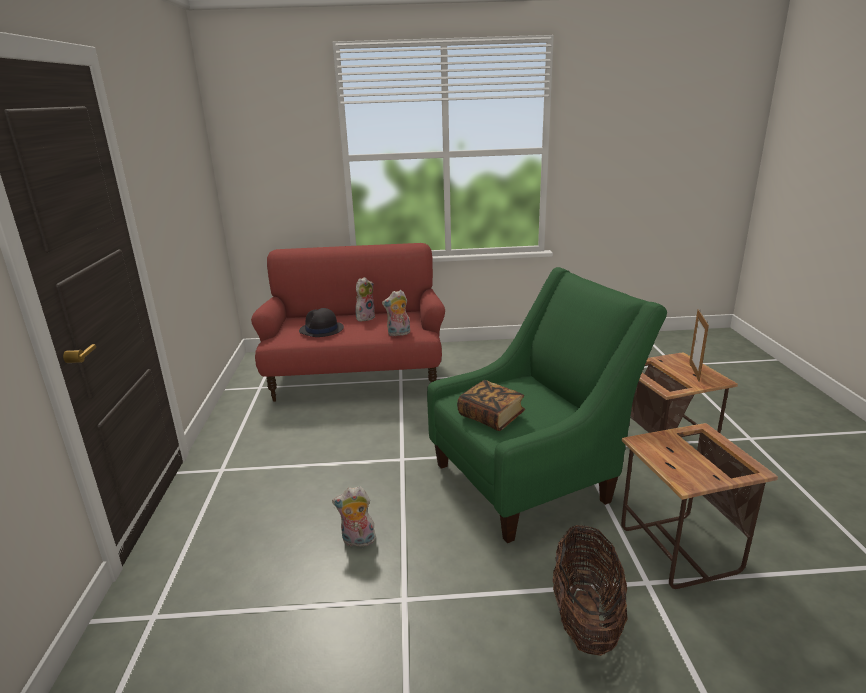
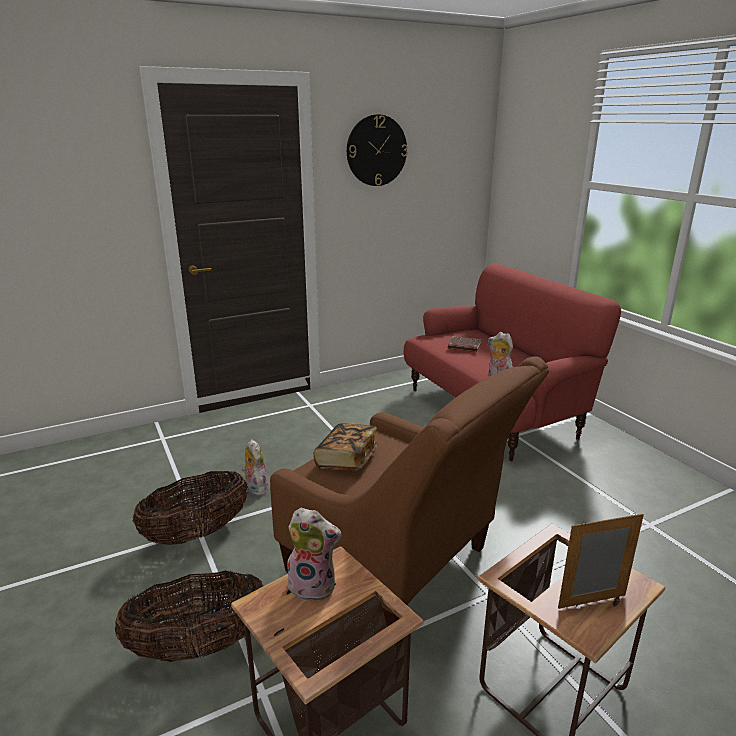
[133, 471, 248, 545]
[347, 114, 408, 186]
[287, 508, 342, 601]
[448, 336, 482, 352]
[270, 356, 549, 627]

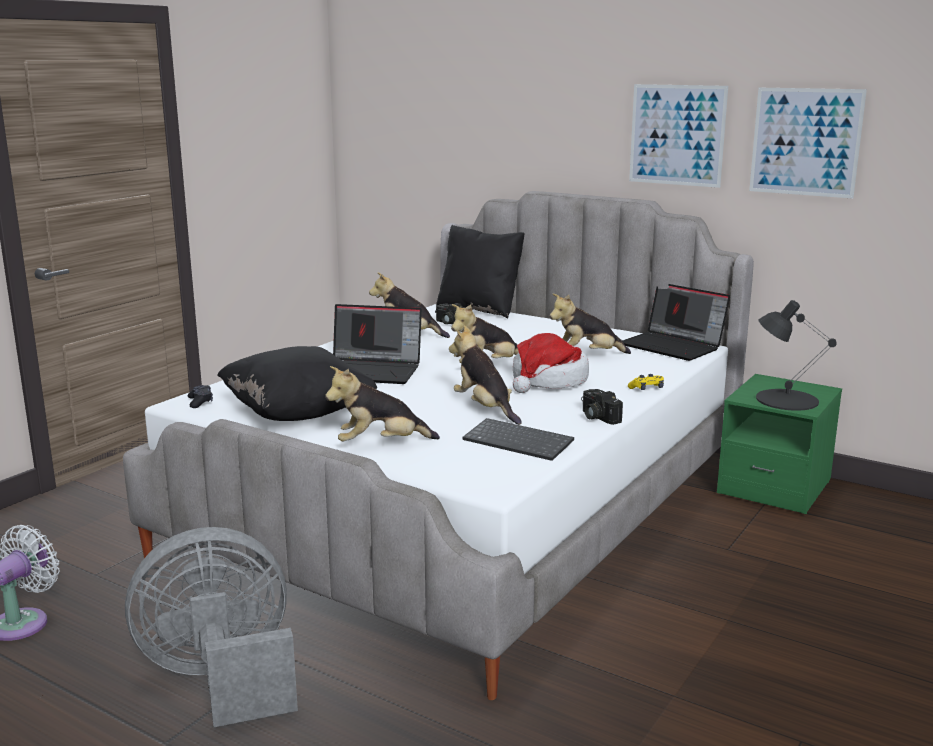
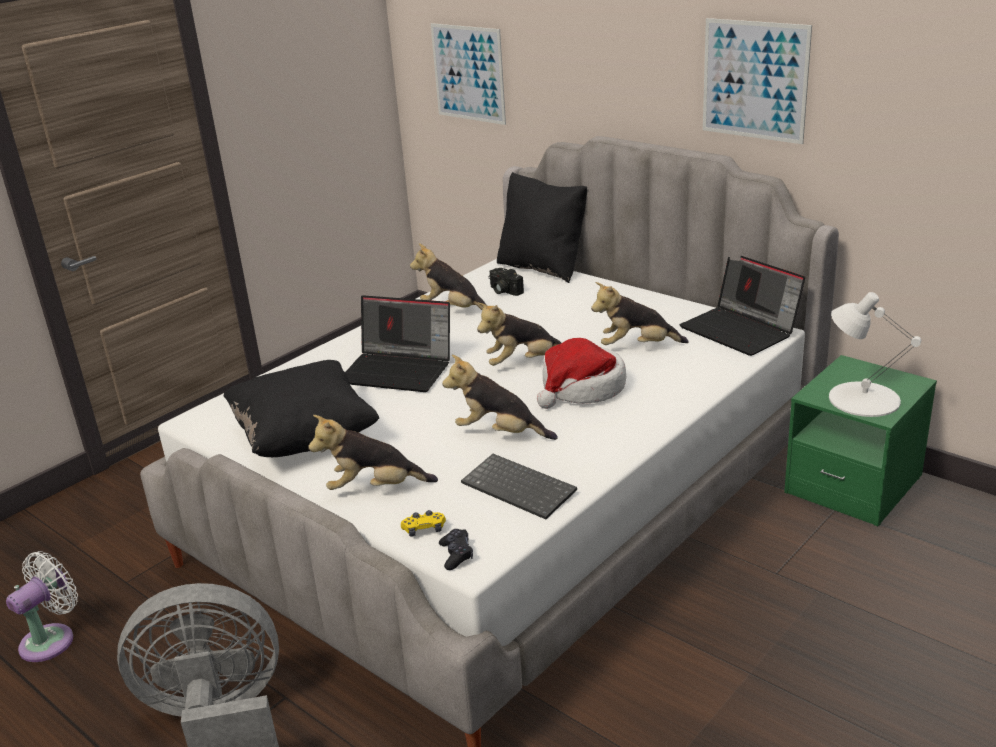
[581, 389, 623, 425] (first image)
[439, 529, 473, 570]
[401, 510, 446, 536]
[431, 23, 506, 125]
[829, 292, 921, 417]
[442, 354, 558, 440]

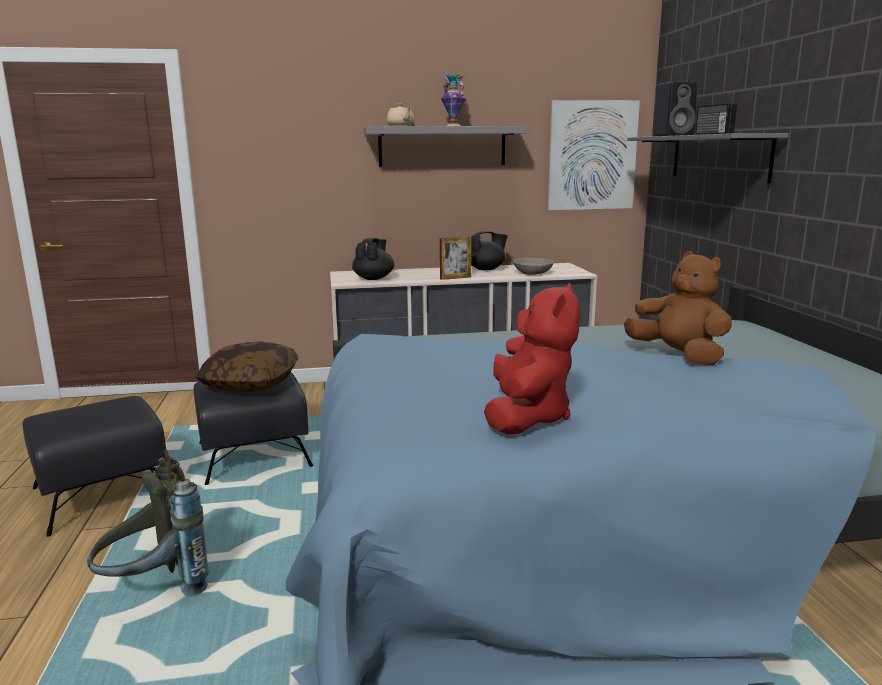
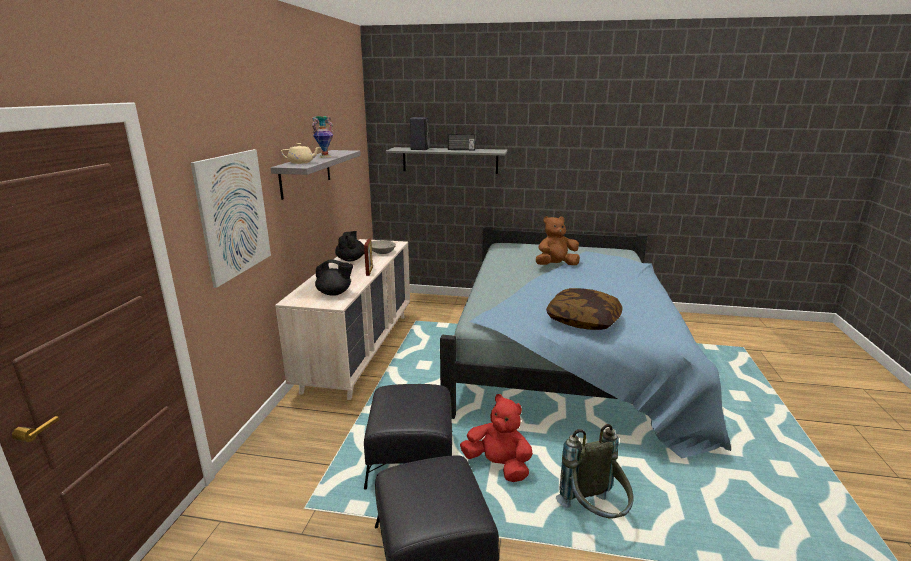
[546, 288, 623, 330]
[460, 394, 533, 482]
[191, 149, 271, 288]
[315, 259, 353, 296]

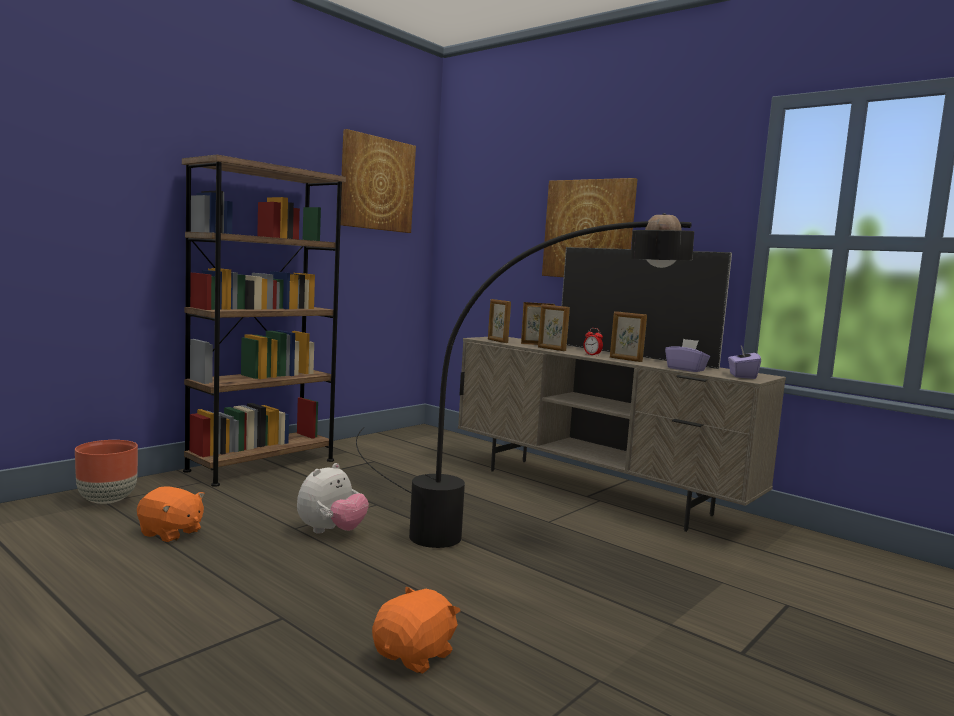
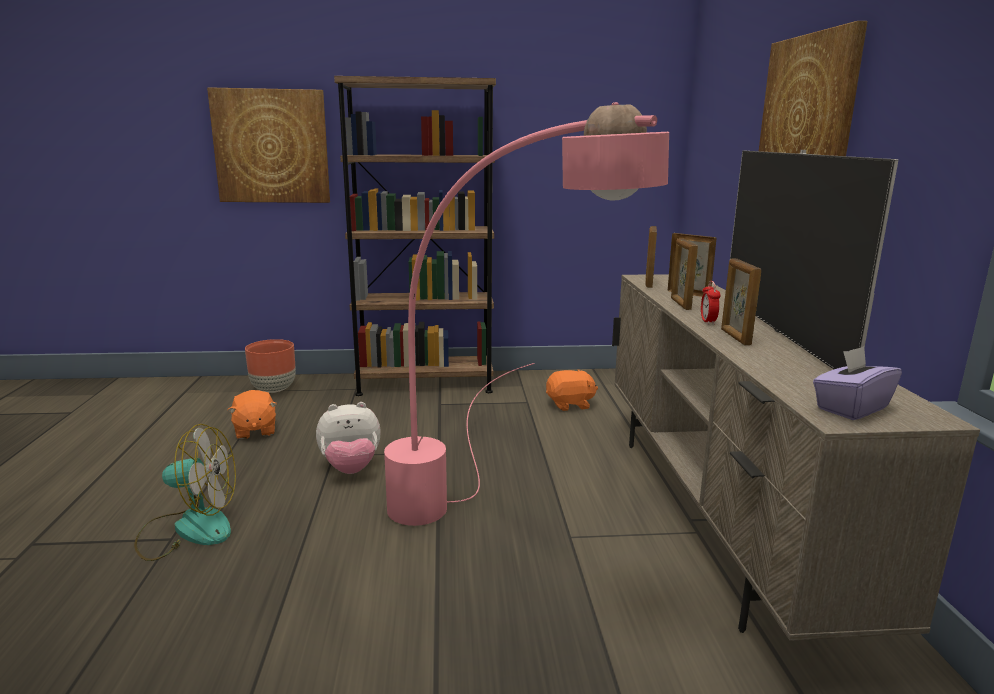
[665, 339, 710, 372] (first image)
[134, 424, 236, 561]
[207, 87, 330, 203]
[546, 369, 598, 411]
[384, 102, 669, 526]

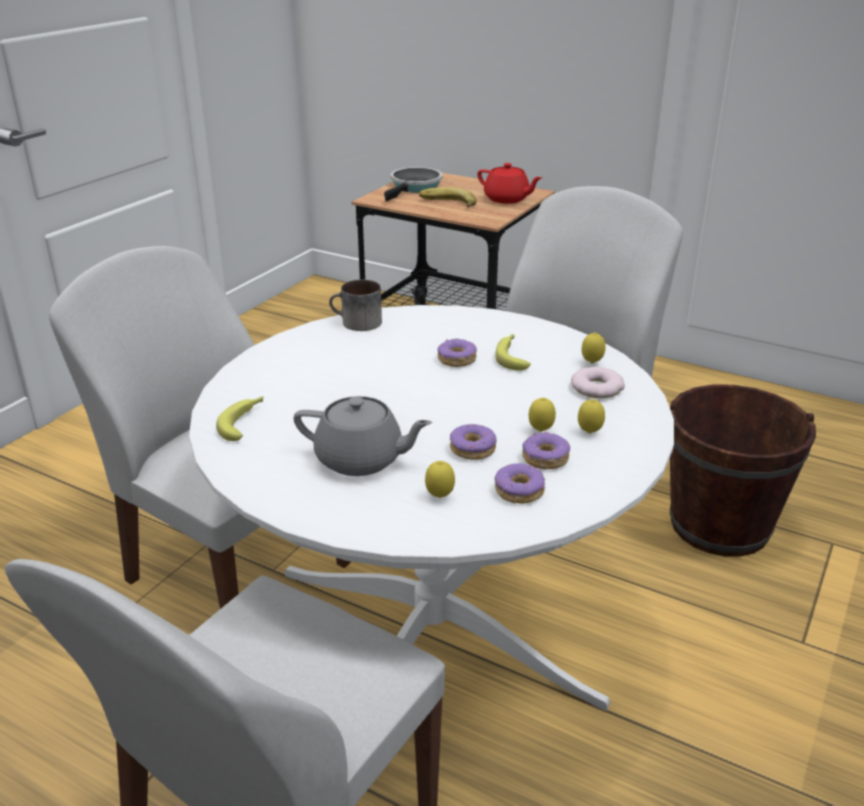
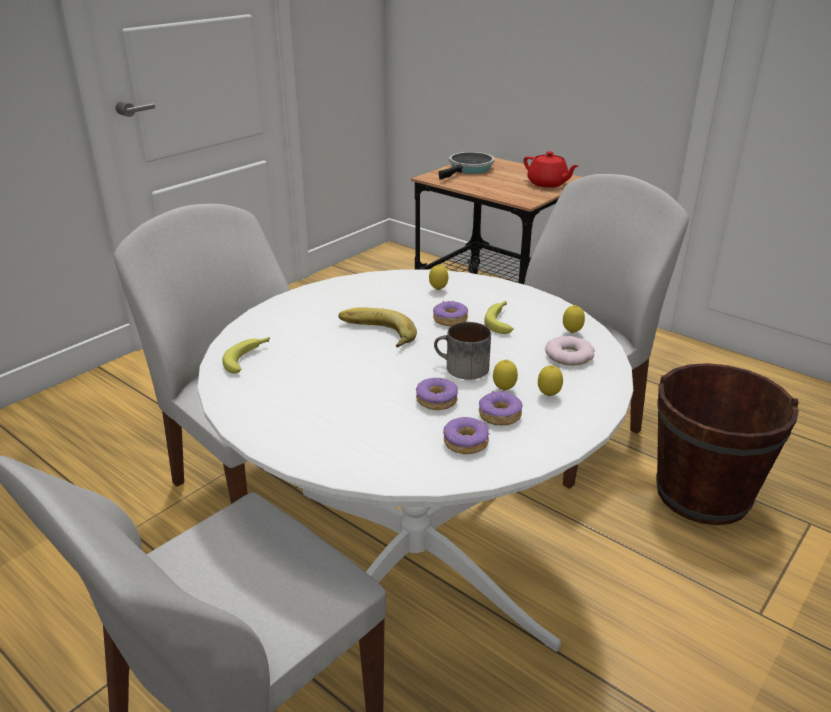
[293, 396, 432, 476] (first image)
[434, 322, 491, 380]
[339, 307, 417, 348]
[429, 264, 448, 290]

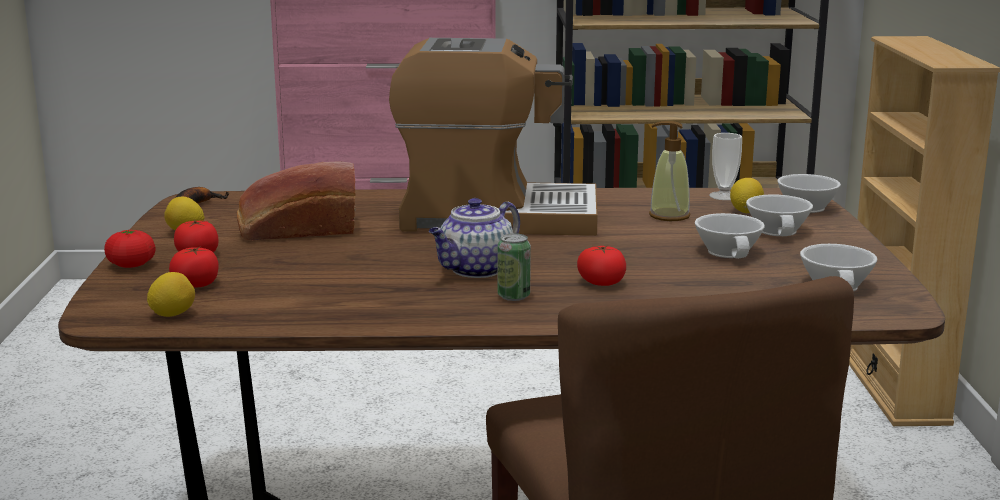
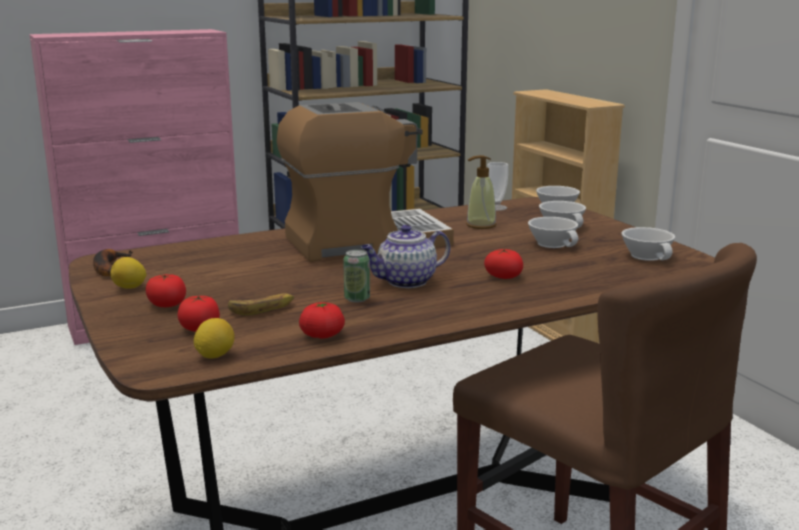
[237, 162, 356, 241] (first image)
[730, 178, 764, 213] (first image)
[228, 293, 294, 316]
[299, 302, 345, 339]
[343, 249, 370, 303]
[361, 225, 450, 288]

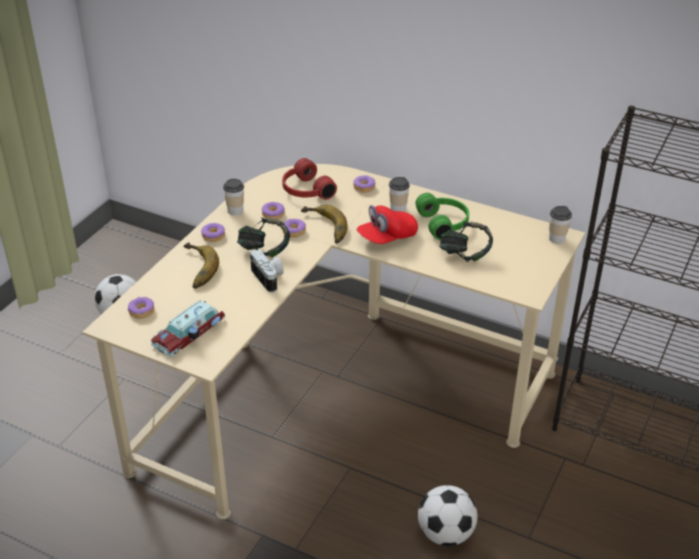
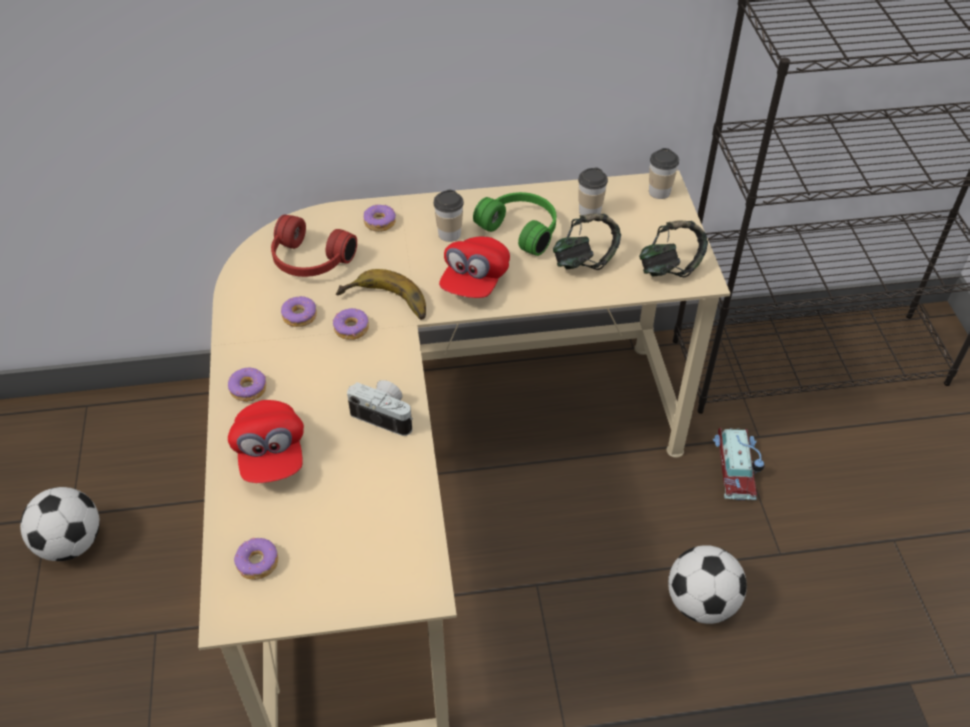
[712, 428, 765, 500]
[578, 168, 608, 215]
[639, 220, 708, 277]
[228, 400, 304, 483]

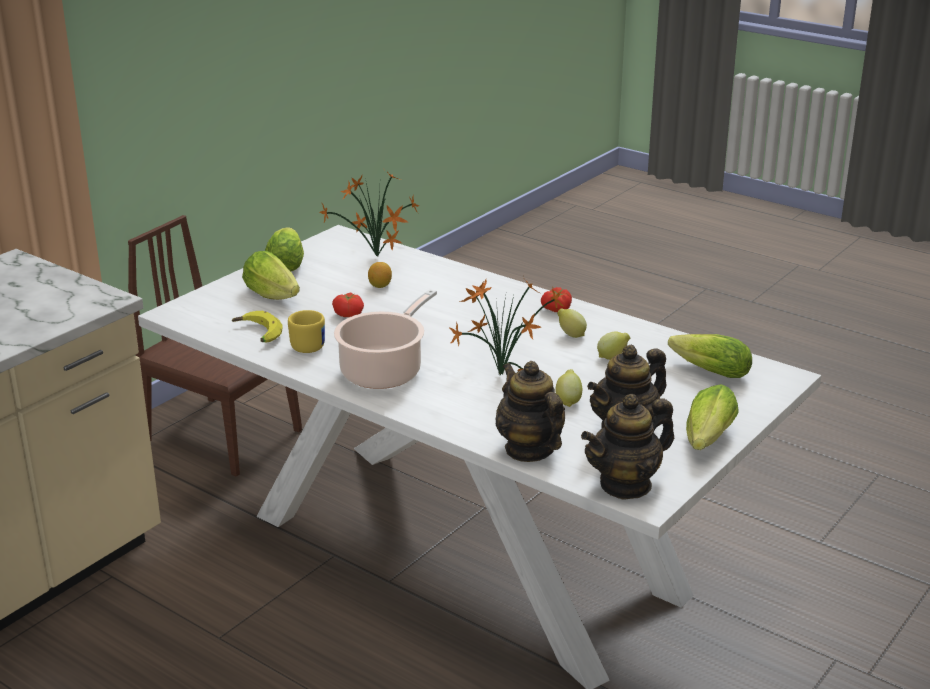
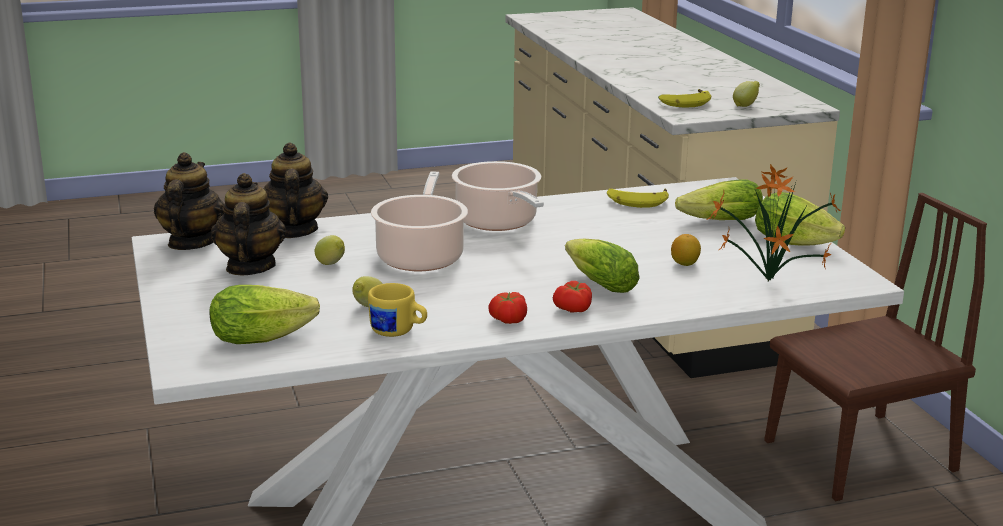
[658, 89, 711, 108]
[368, 283, 427, 337]
[553, 281, 592, 312]
[733, 81, 760, 107]
[565, 238, 640, 293]
[371, 172, 468, 271]
[263, 142, 328, 238]

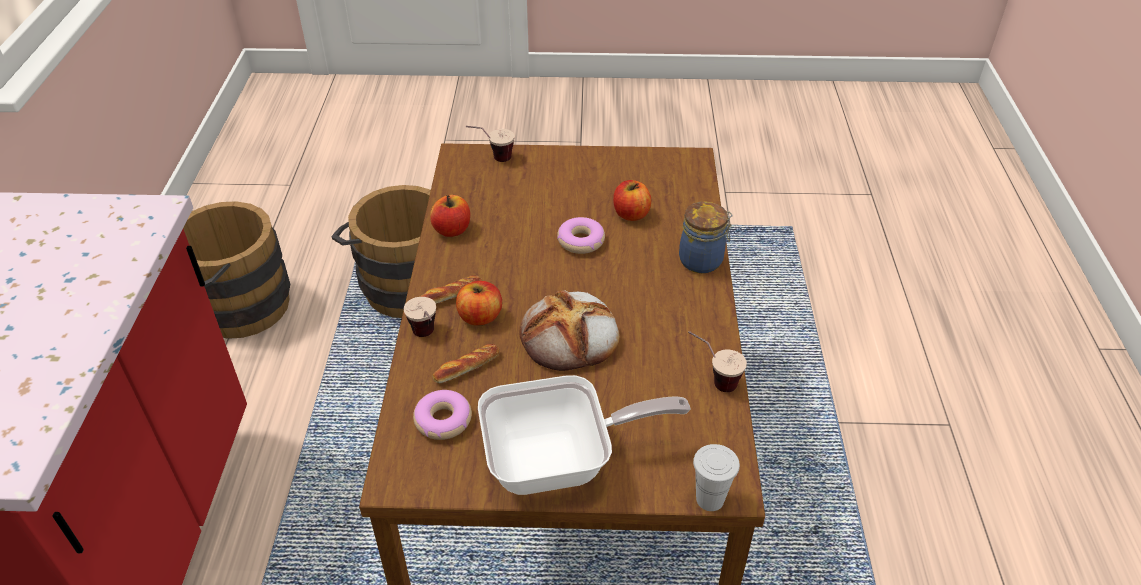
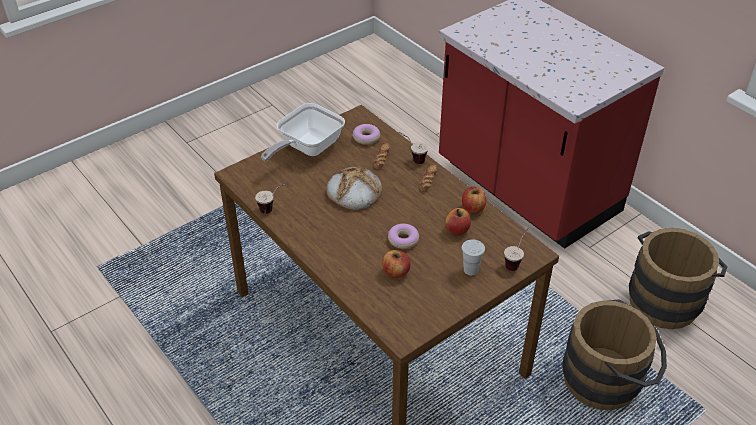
[679, 202, 733, 273] (first image)
[445, 208, 471, 236]
[462, 239, 485, 275]

